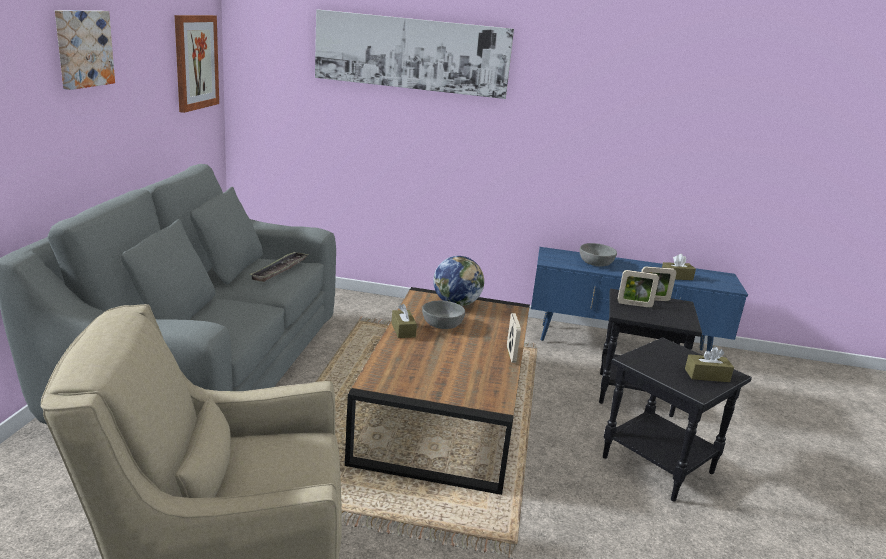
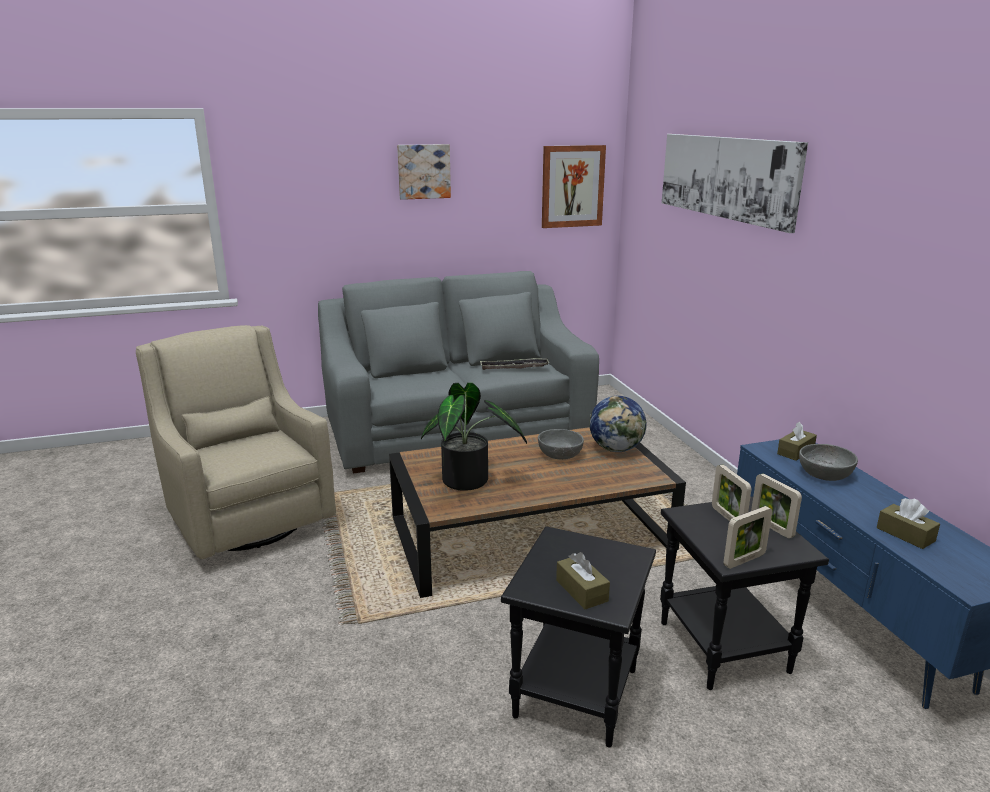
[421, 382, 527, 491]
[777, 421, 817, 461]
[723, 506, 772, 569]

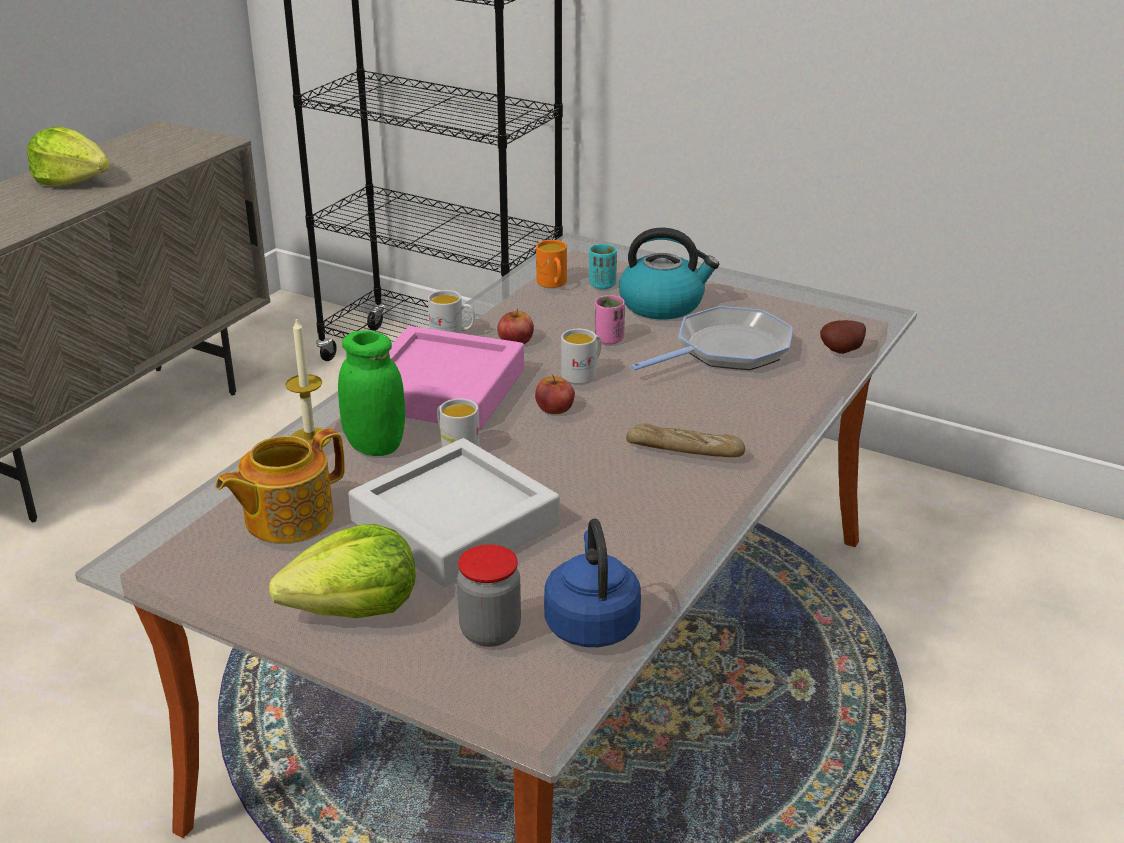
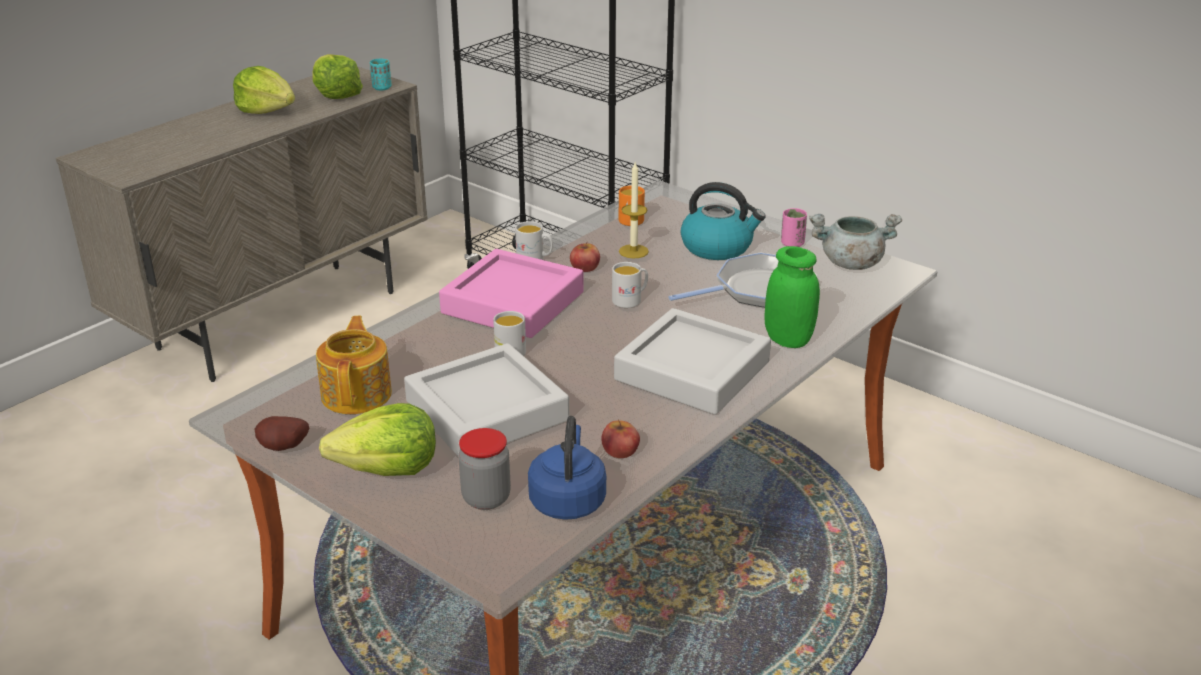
[312, 54, 363, 99]
[809, 214, 902, 270]
[619, 162, 649, 259]
[765, 246, 820, 348]
[601, 419, 640, 458]
[370, 58, 392, 90]
[781, 208, 807, 247]
[254, 416, 309, 451]
[614, 308, 771, 415]
[316, 316, 392, 414]

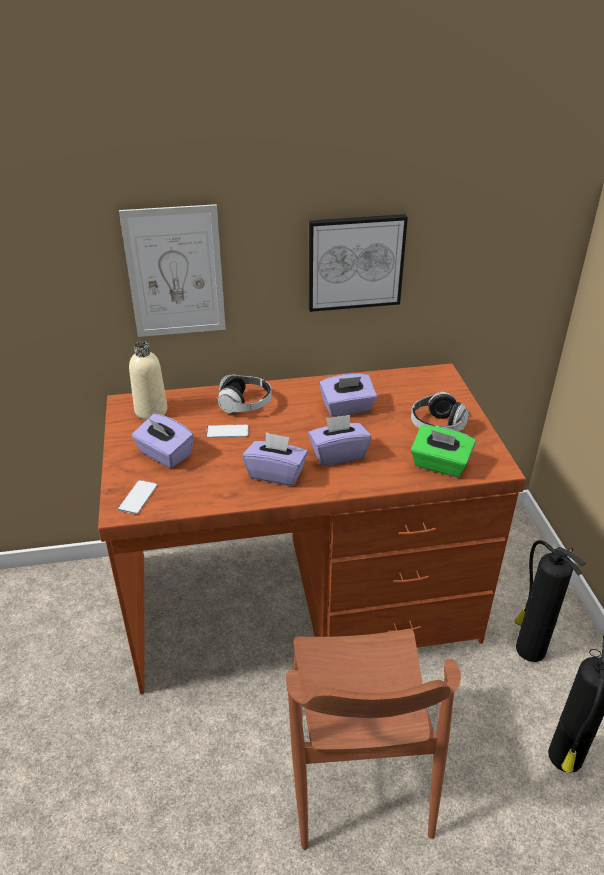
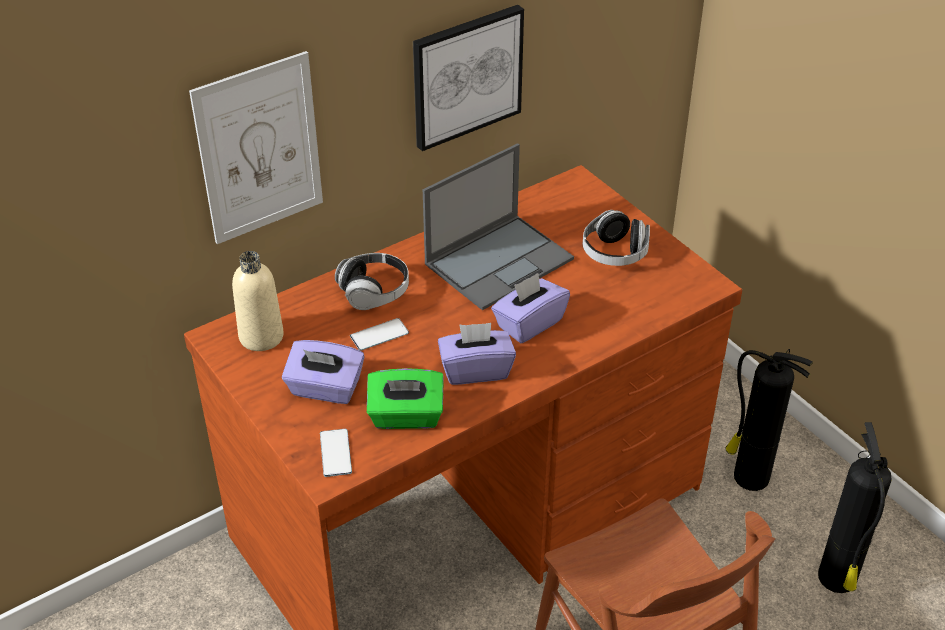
[367, 368, 444, 429]
[423, 143, 574, 310]

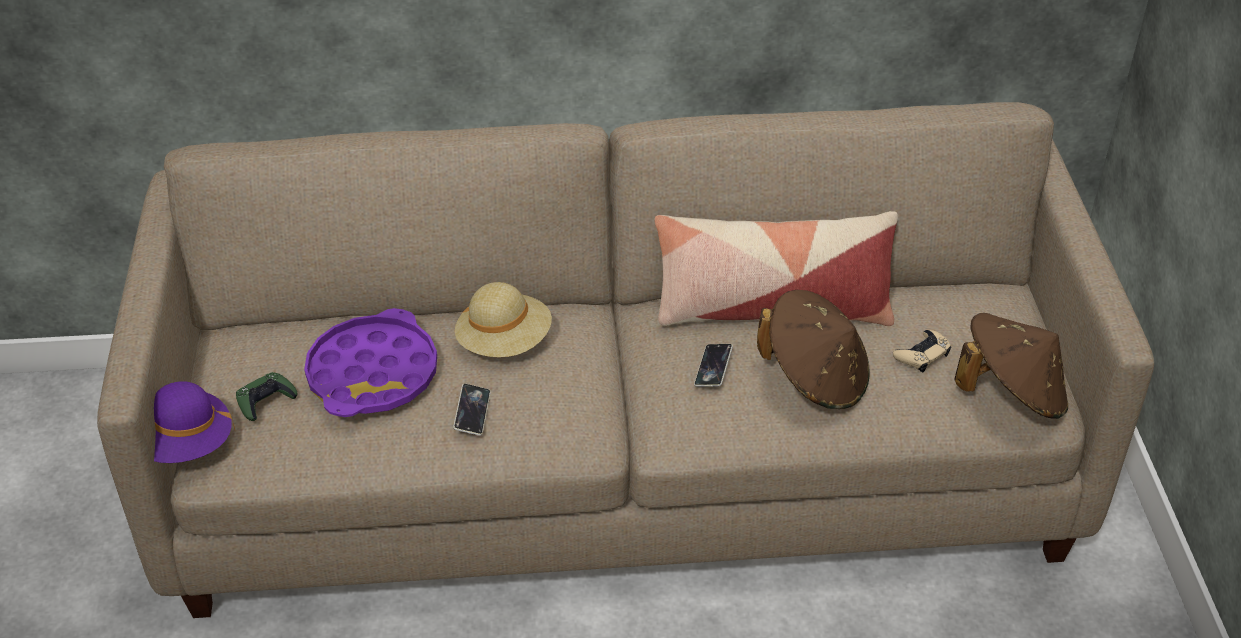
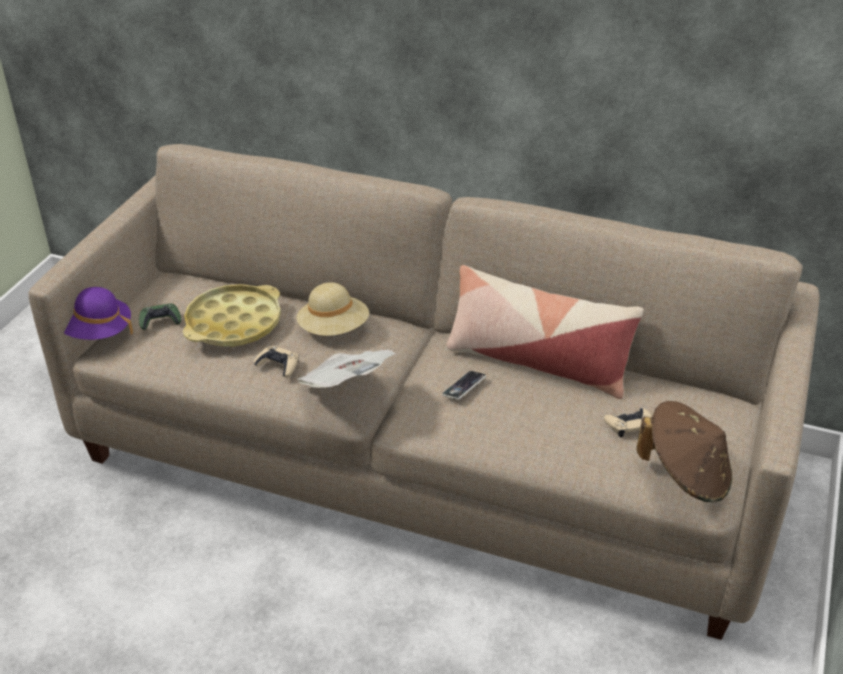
[757, 290, 869, 409] (first image)
[296, 349, 396, 388]
[254, 345, 299, 378]
[183, 284, 281, 347]

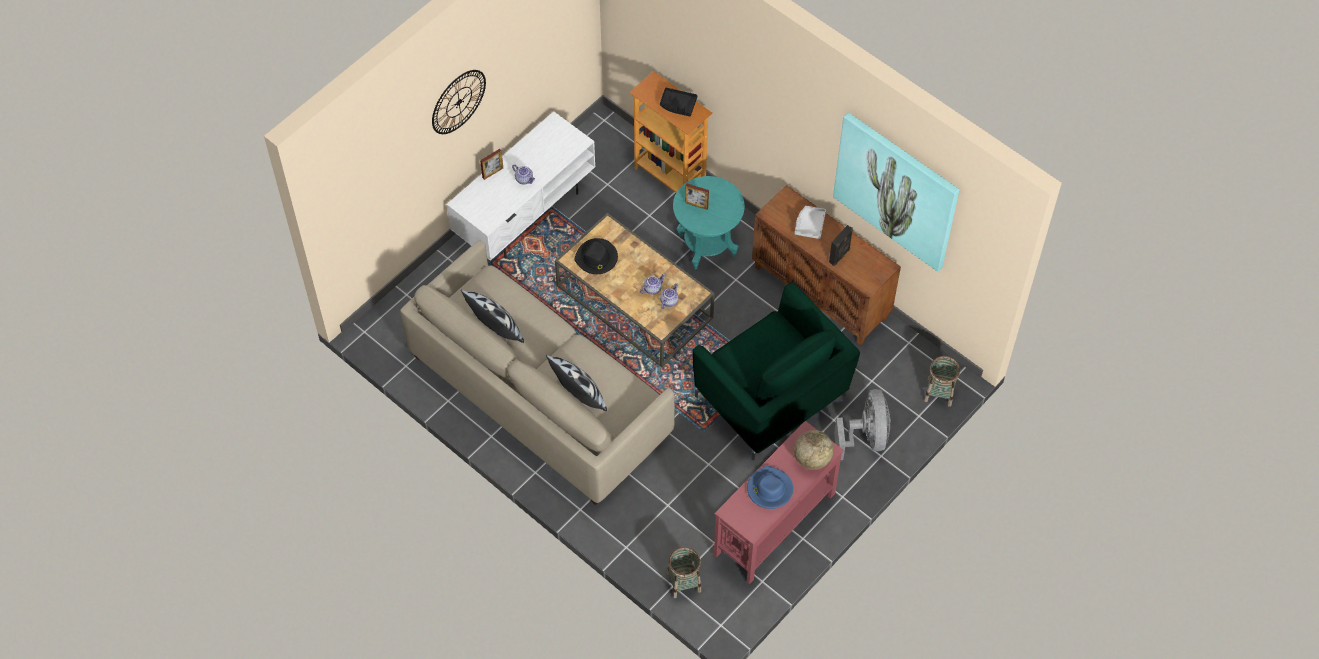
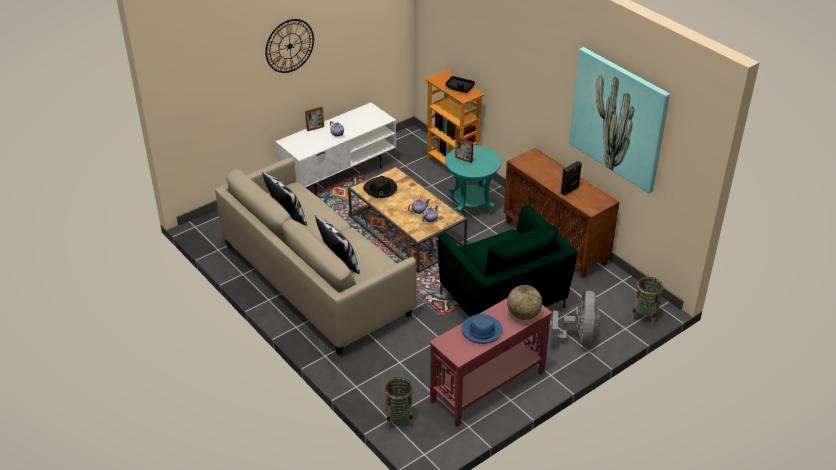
[795, 206, 826, 239] (first image)

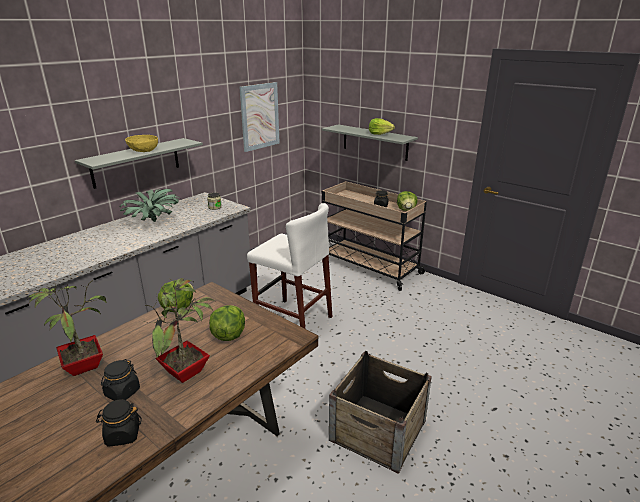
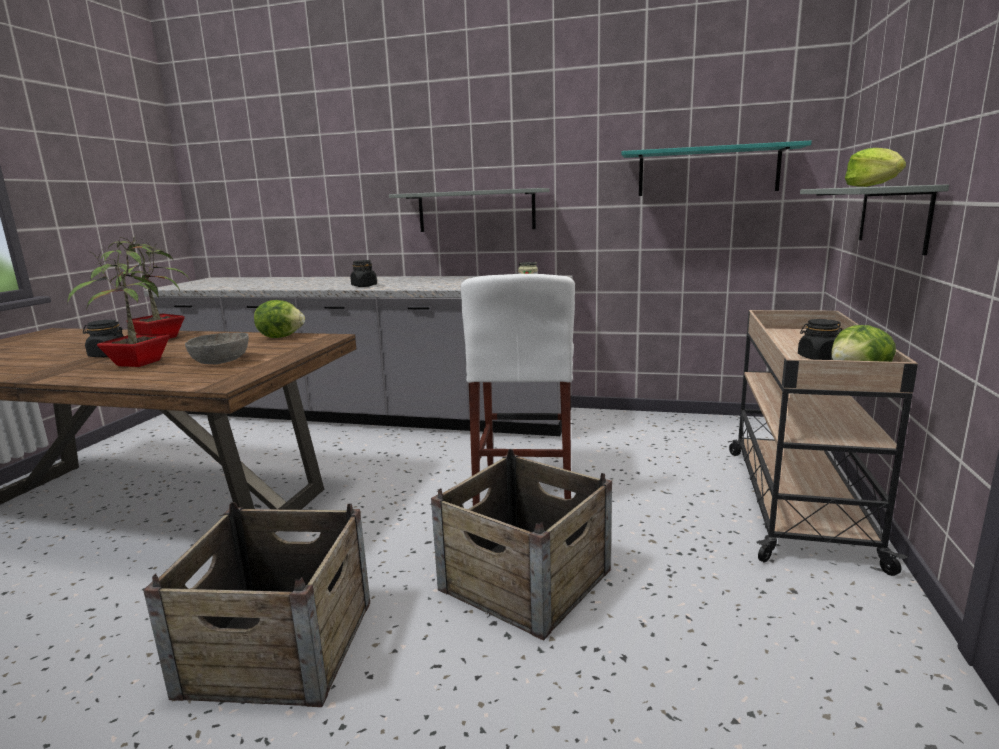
[120, 189, 181, 222] (first image)
[125, 135, 158, 152] (first image)
[431, 449, 612, 641]
[350, 260, 377, 287]
[185, 333, 249, 365]
[621, 141, 812, 196]

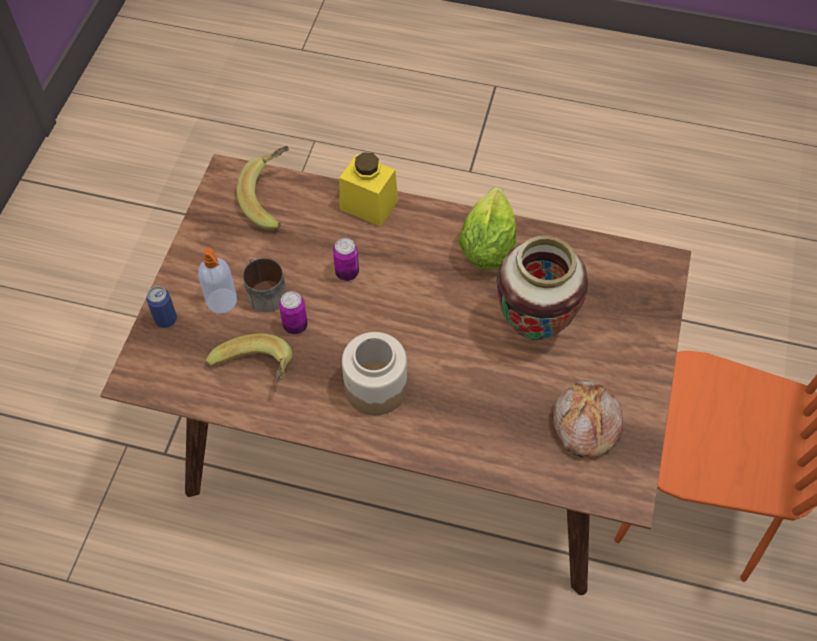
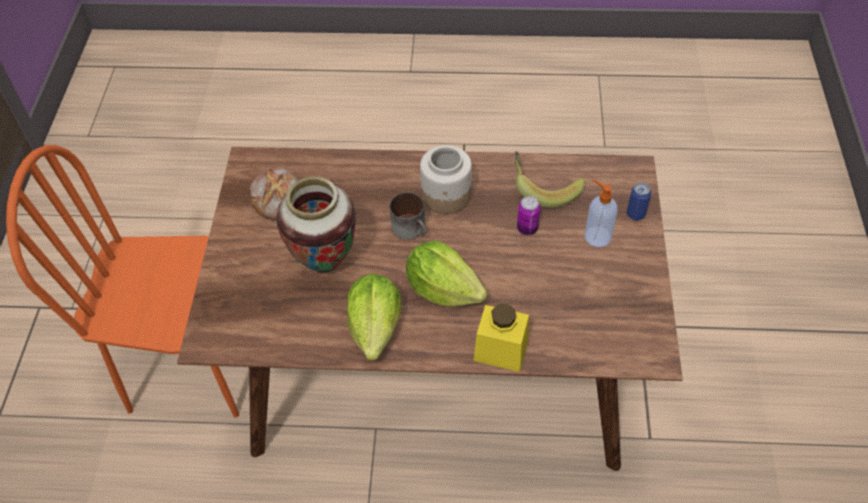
[237, 146, 289, 230] (first image)
[333, 238, 359, 281] (first image)
[406, 240, 488, 307]
[390, 192, 427, 240]

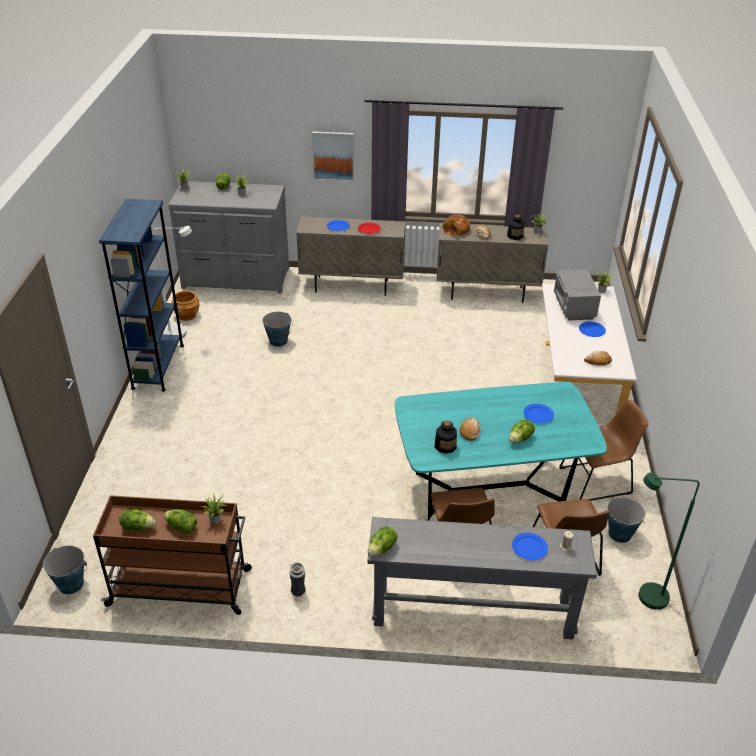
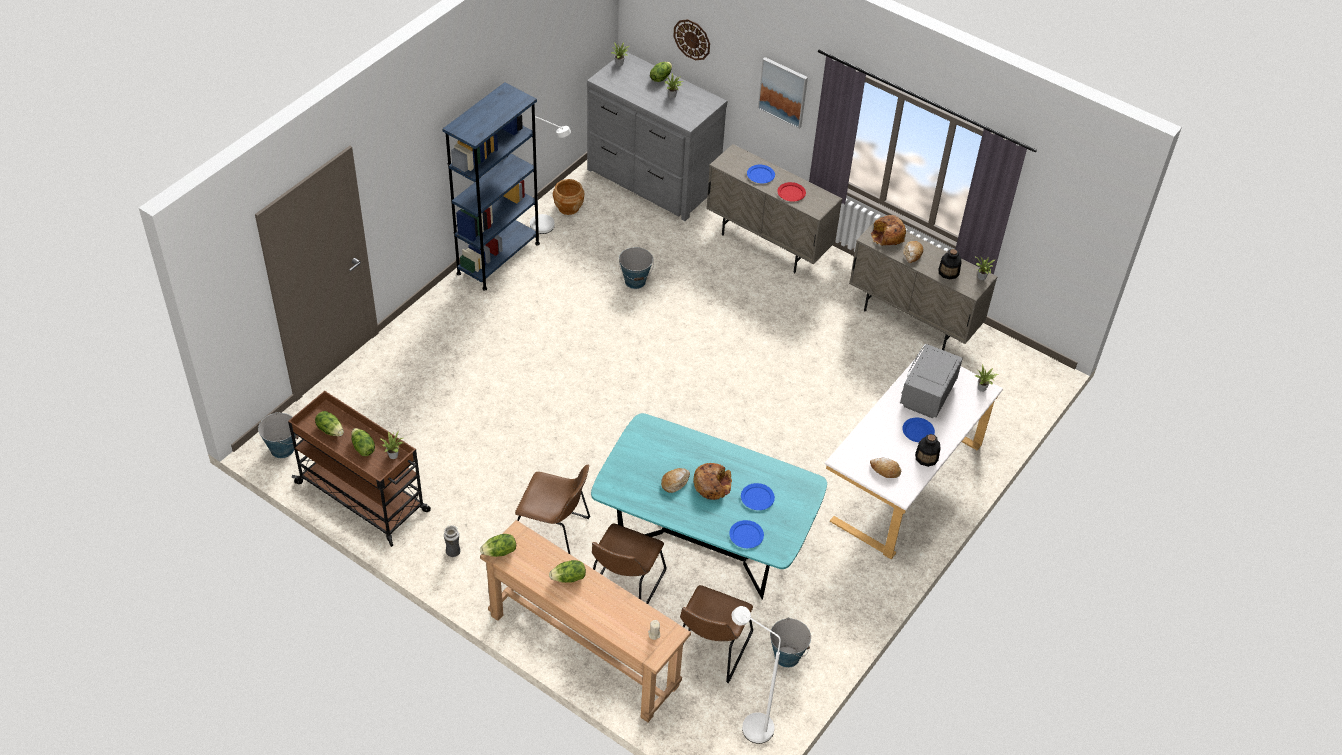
[673, 19, 710, 60]
[693, 463, 732, 500]
[915, 434, 941, 467]
[549, 560, 586, 583]
[729, 520, 764, 548]
[515, 465, 590, 555]
[480, 520, 691, 722]
[732, 606, 781, 744]

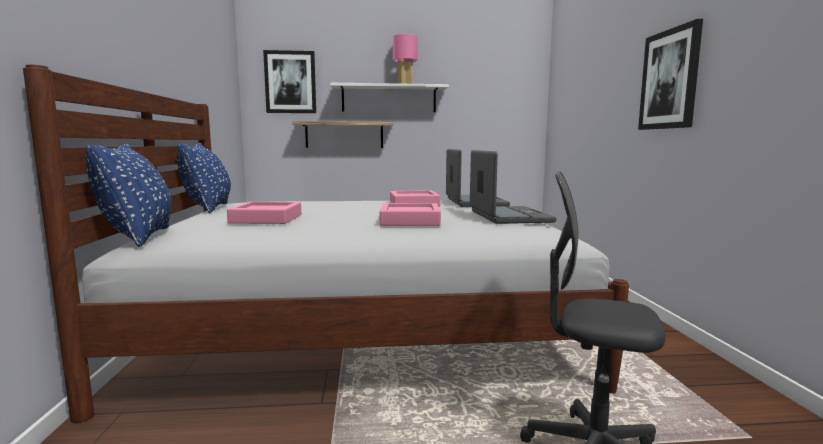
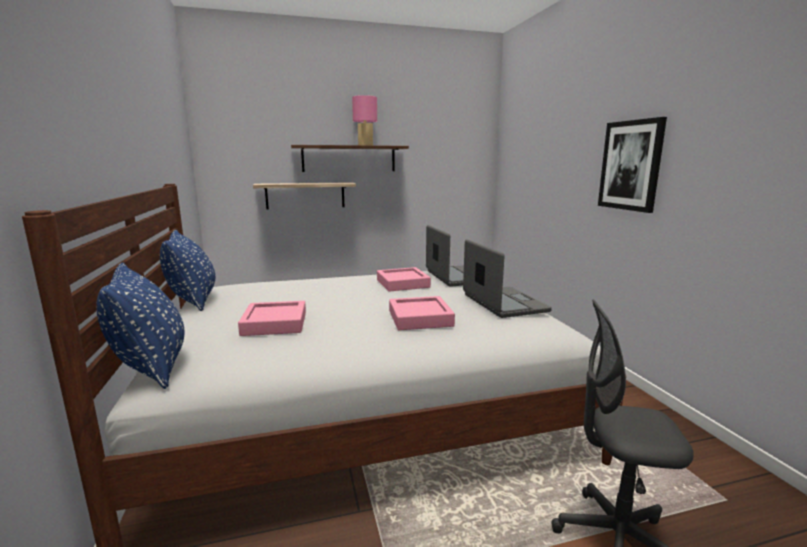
[263, 50, 316, 113] (first image)
[291, 145, 409, 172]

